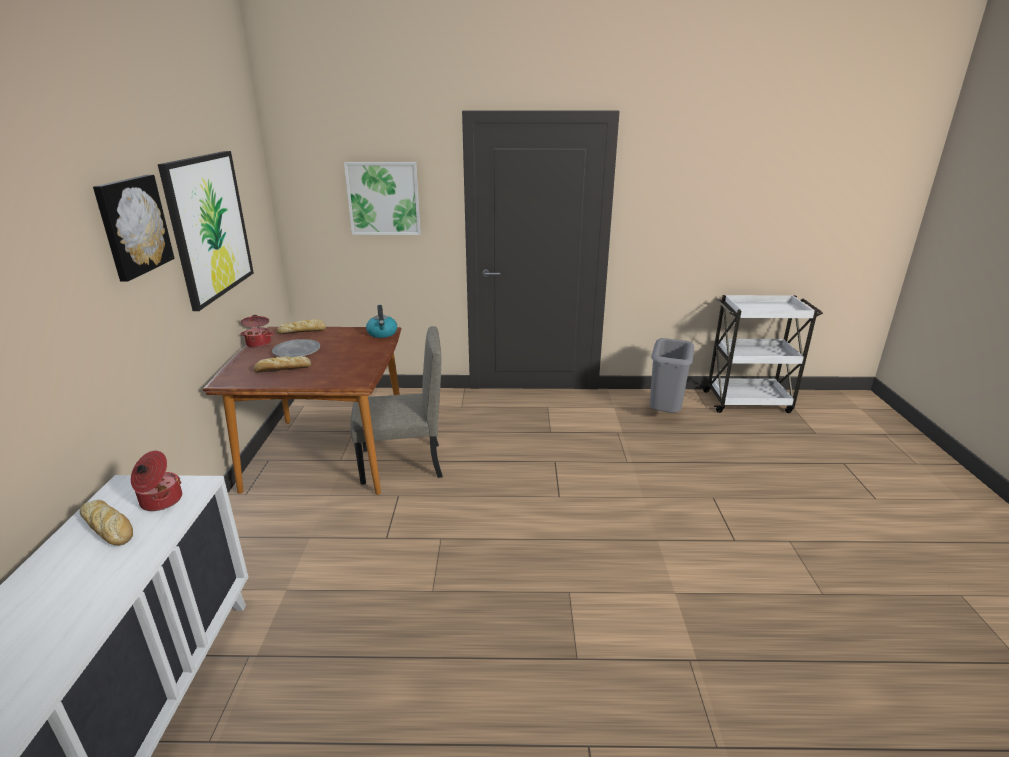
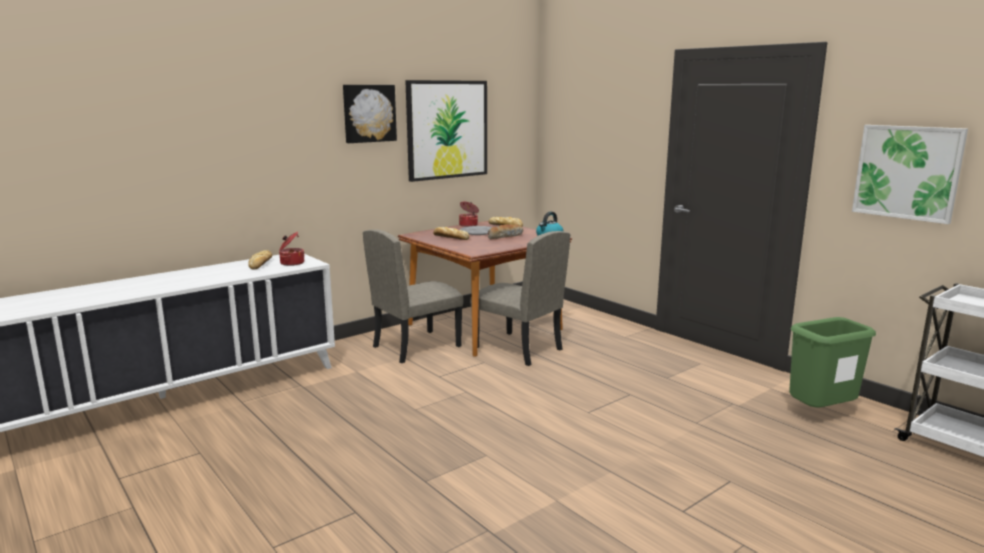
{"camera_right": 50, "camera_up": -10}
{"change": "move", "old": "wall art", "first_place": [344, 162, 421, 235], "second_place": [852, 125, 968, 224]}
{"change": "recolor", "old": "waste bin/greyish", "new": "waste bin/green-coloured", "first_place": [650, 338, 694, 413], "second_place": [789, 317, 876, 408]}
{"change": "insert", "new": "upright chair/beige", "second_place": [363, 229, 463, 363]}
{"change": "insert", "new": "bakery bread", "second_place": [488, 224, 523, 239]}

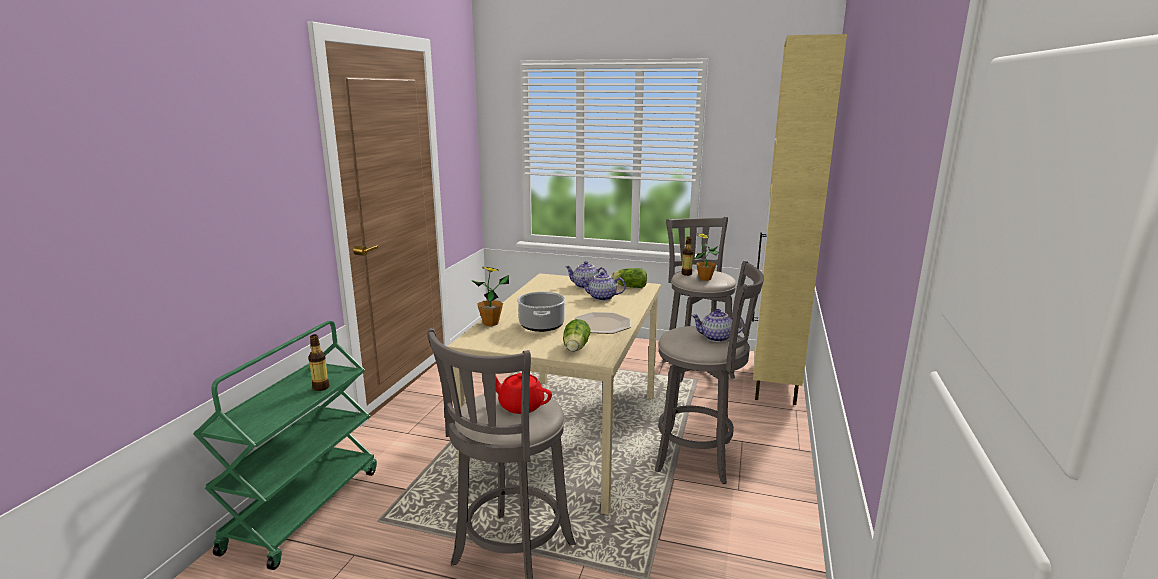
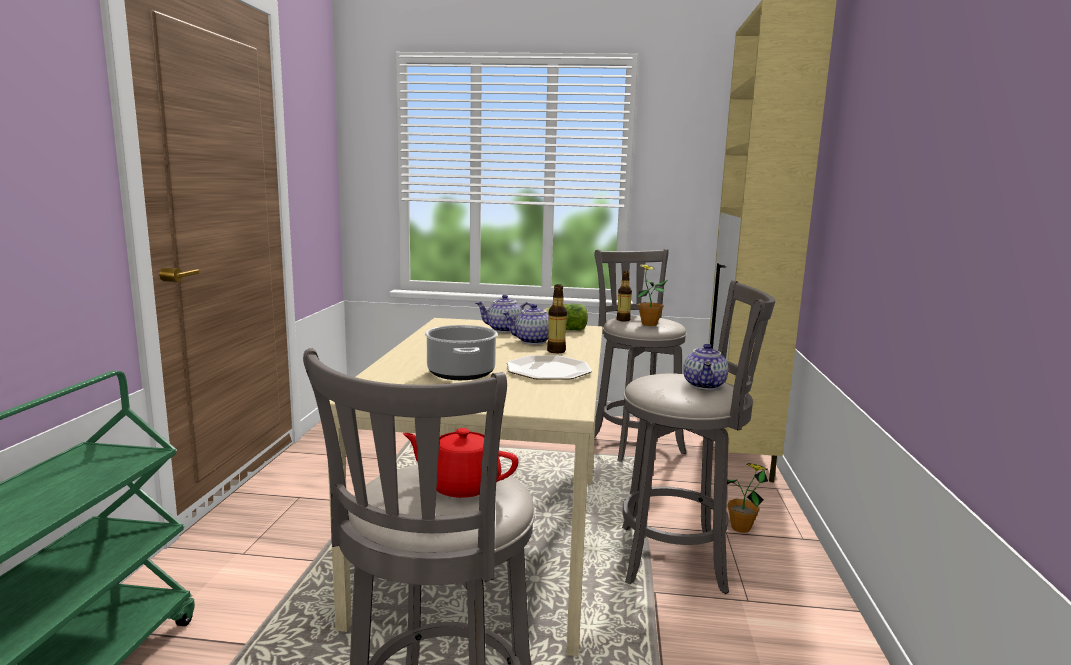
{"camera_right": -10, "camera_up": -5}
{"change": "move", "old": "drink bottle", "first_place": [308, 334, 330, 391], "second_place": [547, 284, 567, 353]}
{"change": "move", "old": "potted plant", "first_place": [472, 267, 509, 326], "second_place": [727, 463, 768, 533]}
{"change": "delete", "old": "lettuce", "first_place": [563, 319, 591, 352]}
{"change": "rotate", "old": "tea pot", "first_place": [691, 309, 744, 342], "second_place": [683, 344, 728, 390], "degrees": -75}

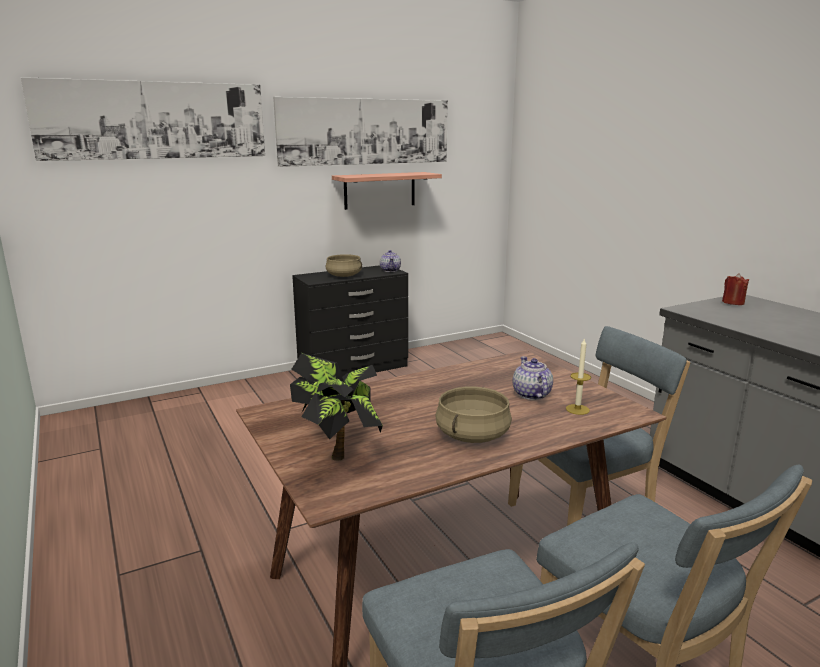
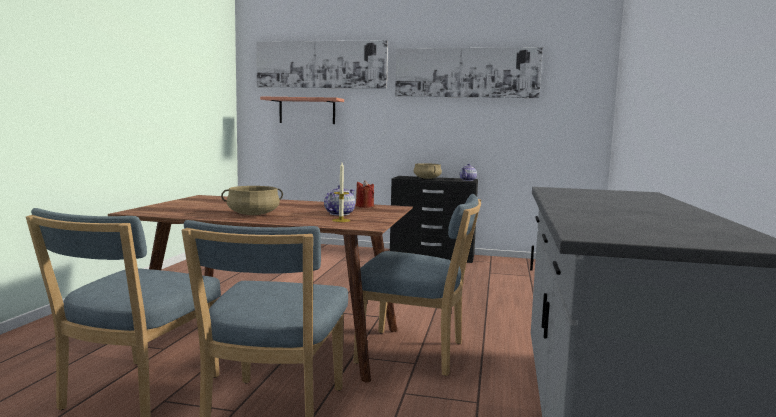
{"camera_right": 40, "camera_up": -10}
{"change": "delete", "old": "potted plant", "first_place": [290, 353, 383, 461]}
{"change": "move", "old": "shelf", "first_place": [332, 172, 442, 210], "second_place": [260, 96, 344, 124]}
{"change": "move", "old": "wax light/red-coloured", "first_place": [722, 273, 749, 305], "second_place": [356, 180, 374, 208]}

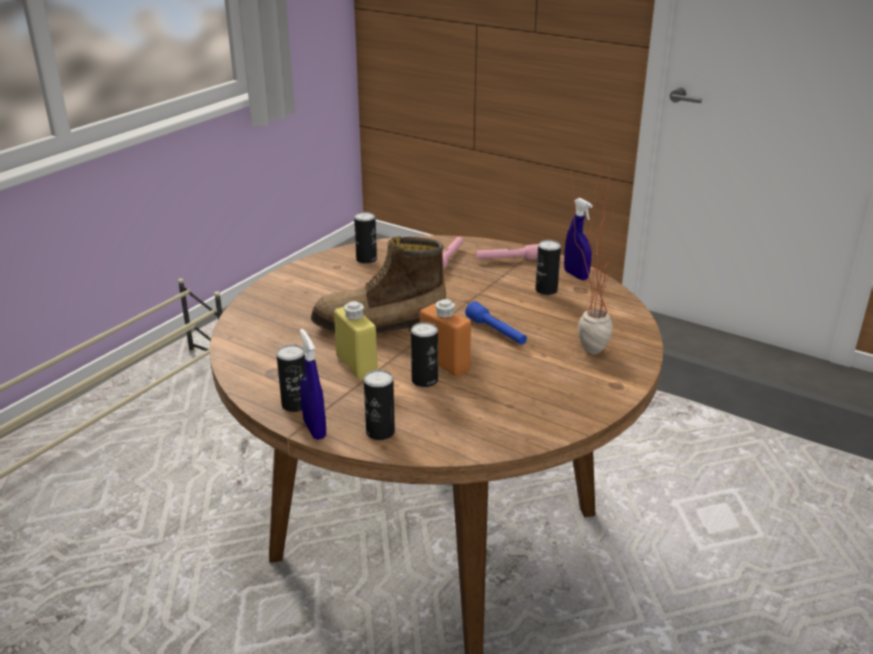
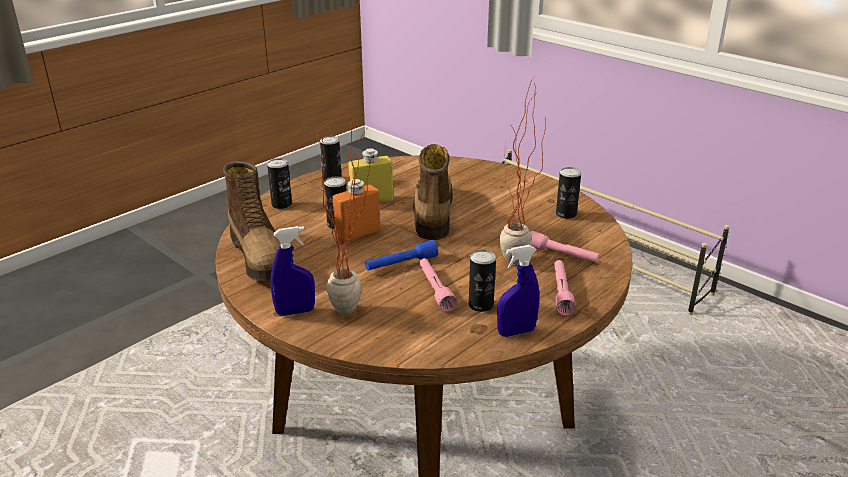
{"camera_right": 100, "camera_up": 0}
{"change": "move", "old": "spray bottle/bluish", "first_place": [300, 329, 326, 440], "second_place": [271, 226, 315, 316]}
{"change": "insert", "new": "high-top boot", "second_place": [223, 161, 281, 281]}
{"change": "insert", "new": "flashlight/pink-coloured", "second_place": [419, 258, 457, 312]}
{"change": "insert", "new": "potted plant", "second_place": [500, 77, 546, 264]}

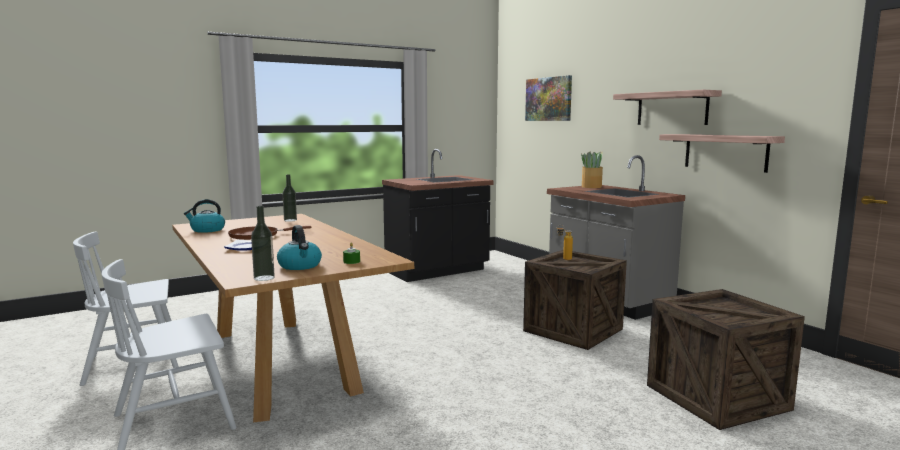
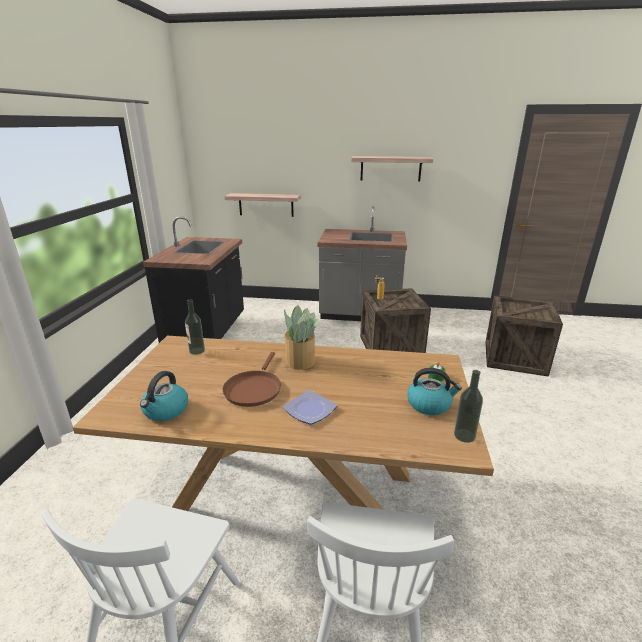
{"camera_right": -50, "camera_up": 15}
{"change": "delete", "old": "wall art", "first_place": [525, 75, 572, 121]}
{"change": "move", "old": "potted plant", "first_place": [581, 151, 603, 188], "second_place": [284, 305, 318, 370]}
{"change": "move", "old": "shelf", "first_place": [659, 134, 785, 173], "second_place": [224, 193, 301, 217]}

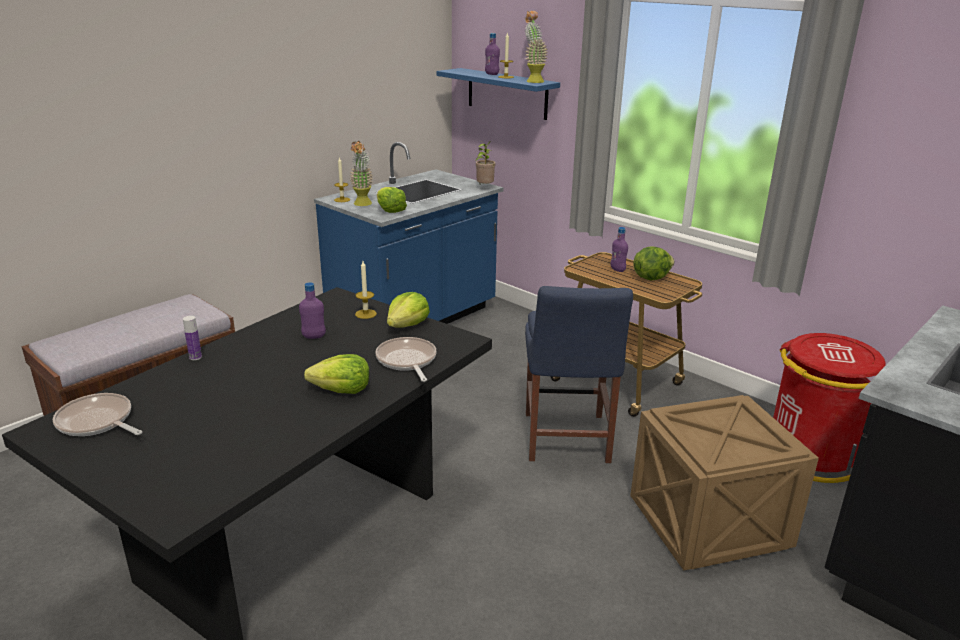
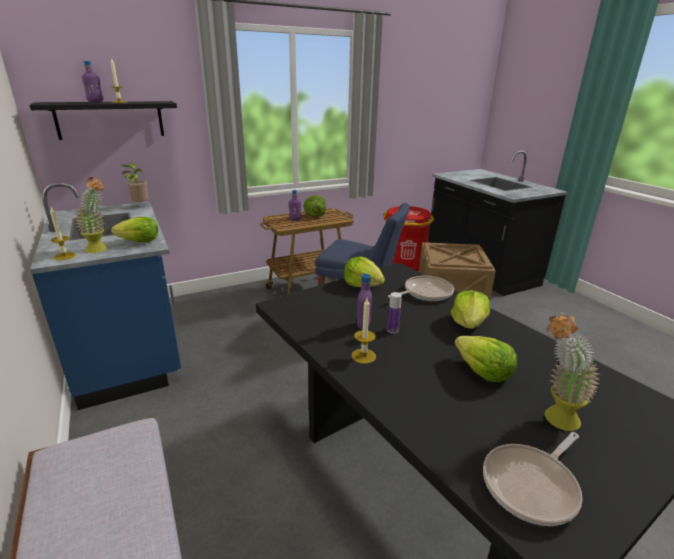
{"camera_right": -70, "camera_up": 0}
{"change": "move", "old": "drink bottle", "first_place": [183, 316, 202, 360], "second_place": [387, 292, 402, 334]}
{"change": "move", "old": "wax light", "first_place": [355, 261, 377, 319], "second_place": [352, 298, 376, 364]}
{"change": "rotate", "old": "pan", "first_place": [375, 337, 436, 382], "second_place": [388, 276, 454, 301], "degrees": 150}
{"change": "recolor", "old": "shelf/bluish", "new": "shelf/blackish", "first_place": [436, 68, 560, 120], "second_place": [29, 101, 177, 140]}
{"change": "move", "old": "potted plant", "first_place": [525, 11, 548, 83], "second_place": [544, 313, 601, 431]}
{"change": "insert", "new": "lettuce", "second_place": [455, 336, 517, 382]}

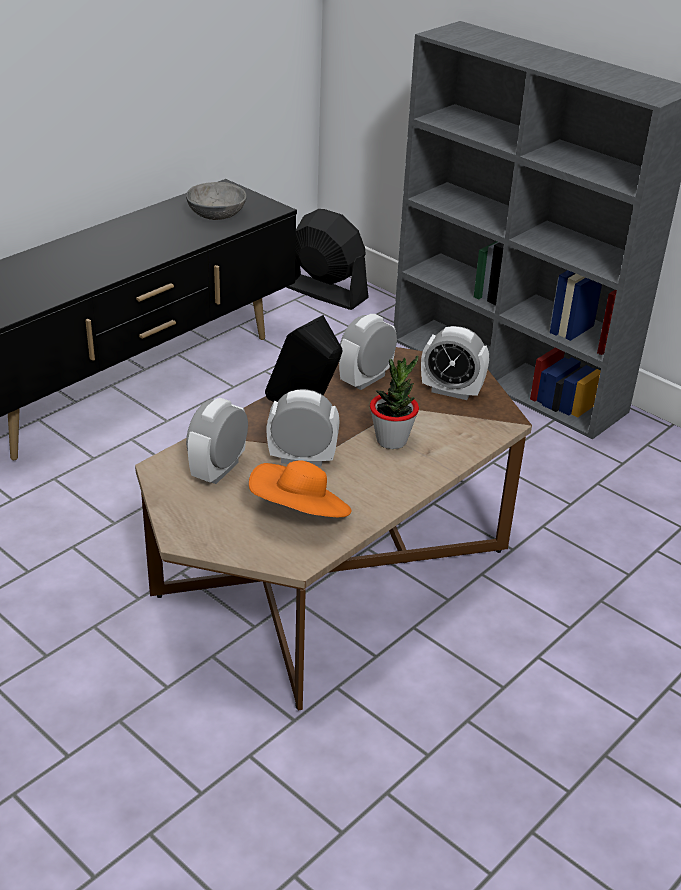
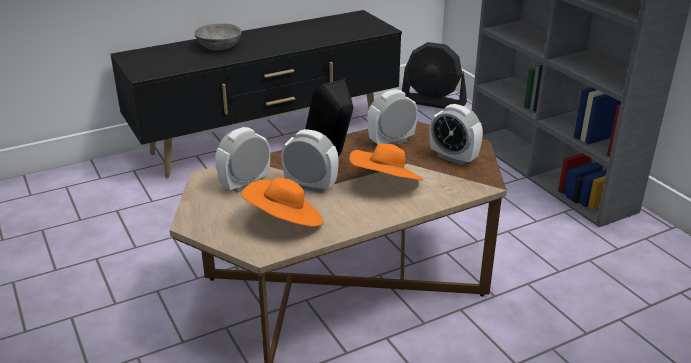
{"camera_right": 20, "camera_up": -5}
{"change": "move", "old": "deep dish/greyish", "first_place": [186, 182, 247, 220], "second_place": [195, 23, 242, 50]}
{"change": "rotate", "old": "cooling fan/blackish", "first_place": [286, 209, 369, 310], "second_place": [402, 42, 467, 109], "degrees": 150}
{"change": "replace", "old": "potted plant", "new": "clothing hat/orange-coloured", "first_place": [370, 355, 419, 449], "second_place": [349, 144, 423, 181]}

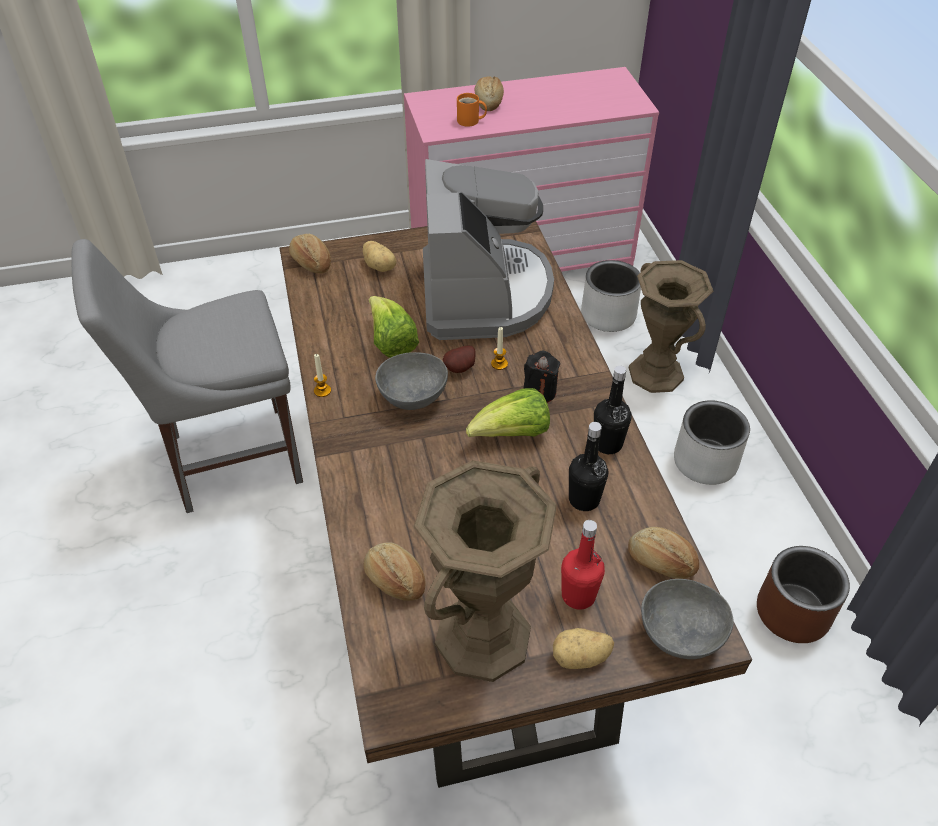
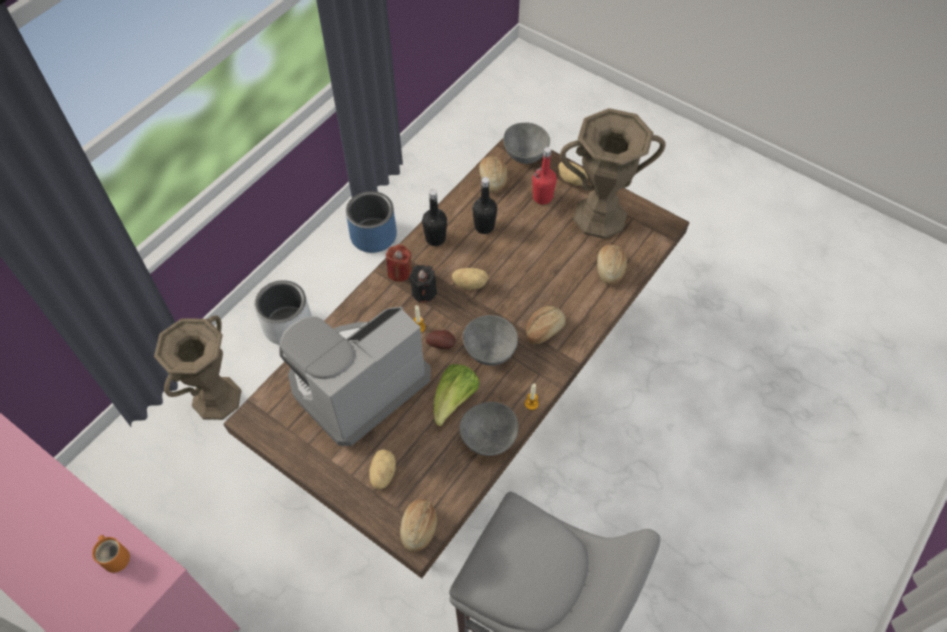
{"camera_right": -130, "camera_up": 10}
{"change": "replace", "old": "lettuce", "new": "whole potato", "first_place": [466, 388, 550, 437], "second_place": [452, 268, 488, 290]}
{"change": "move", "old": "bakery bread", "first_place": [475, 76, 504, 111], "second_place": [526, 306, 566, 344]}
{"change": "delete", "old": "planter/greyish", "first_place": [581, 260, 641, 332]}
{"change": "recolor", "old": "planter/brown-coloured", "new": "planter/bluish", "first_place": [757, 546, 850, 643], "second_place": [346, 191, 397, 253]}
{"change": "insert", "new": "wax light/red-coloured", "second_place": [386, 244, 412, 282]}
{"change": "insert", "new": "deep dish/greyish", "second_place": [460, 402, 518, 456]}

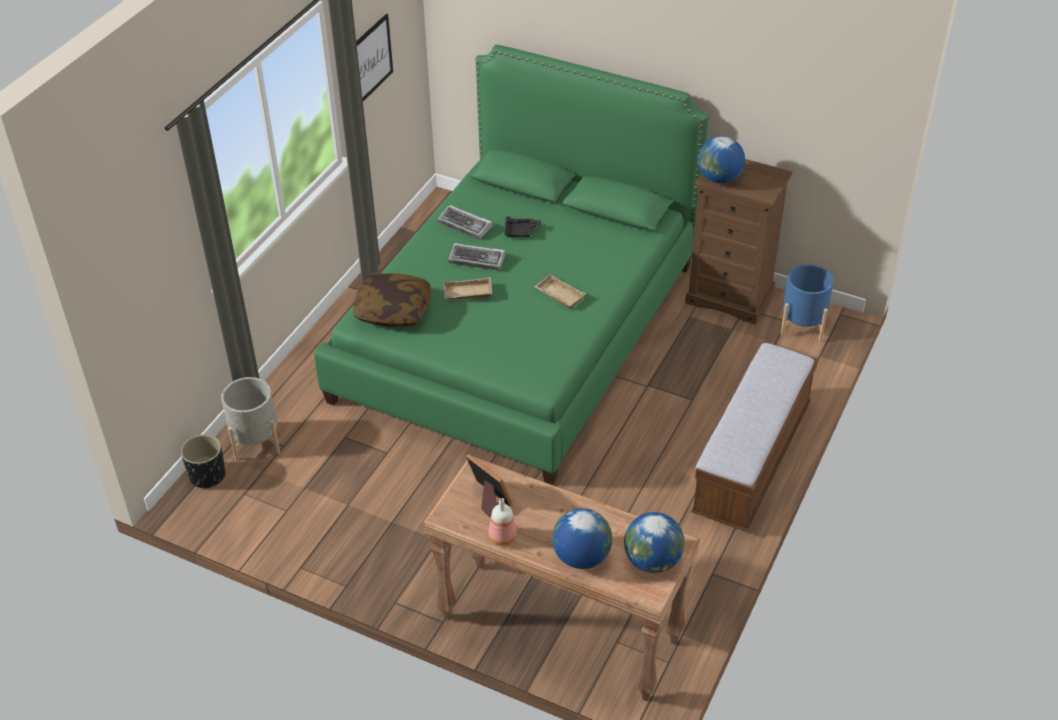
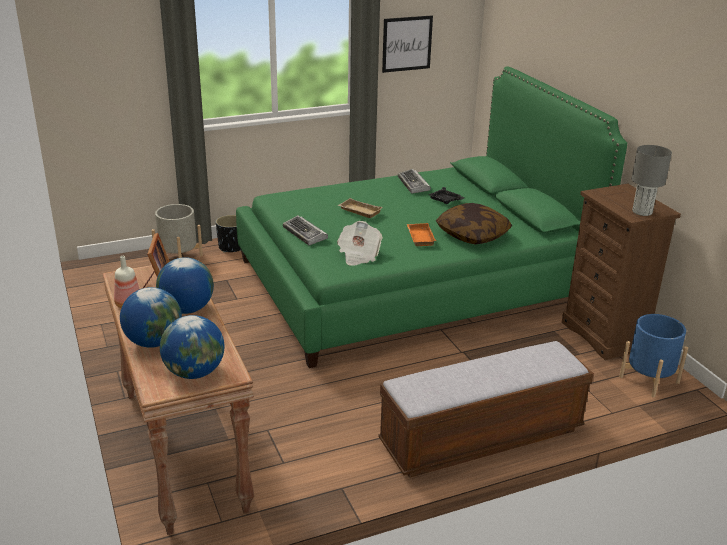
{"camera_right": 40, "camera_up": -15}
{"change": "move", "old": "planter/blackish", "first_place": [181, 434, 226, 489], "second_place": [216, 215, 241, 253]}
{"change": "move", "old": "throw pillow", "first_place": [353, 273, 431, 327], "second_place": [436, 203, 512, 244]}
{"change": "move", "old": "computer keyboard", "first_place": [448, 243, 506, 270], "second_place": [283, 215, 328, 245]}
{"change": "recolor", "old": "carrying tray/beige", "new": "carrying tray/orange-coloured", "first_place": [534, 274, 586, 308], "second_place": [407, 223, 436, 246]}
{"change": "move", "old": "desk globe", "first_place": [698, 136, 745, 183], "second_place": [156, 257, 214, 314]}
{"change": "insert", "new": "printed paper", "second_place": [337, 221, 383, 266]}
{"change": "insert", "new": "lamp for a table/greyish", "second_place": [632, 145, 672, 216]}

